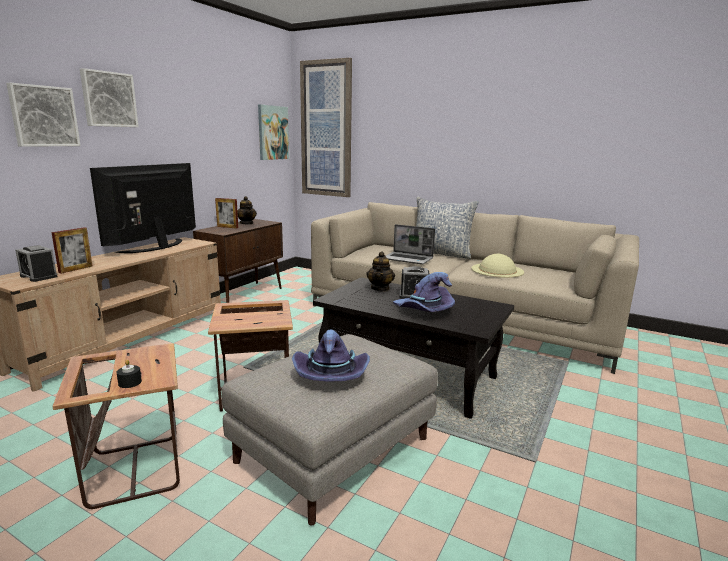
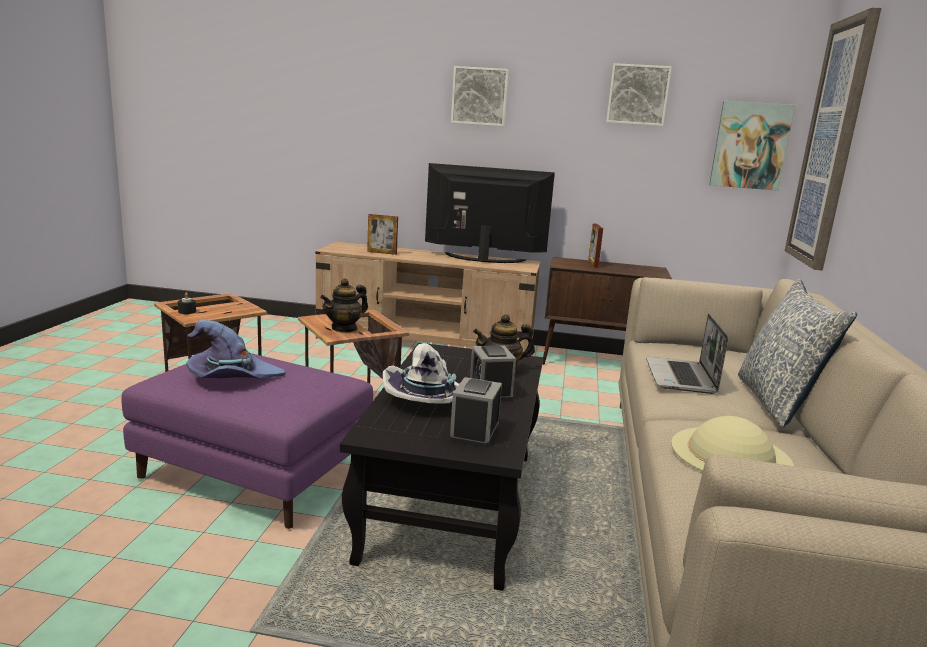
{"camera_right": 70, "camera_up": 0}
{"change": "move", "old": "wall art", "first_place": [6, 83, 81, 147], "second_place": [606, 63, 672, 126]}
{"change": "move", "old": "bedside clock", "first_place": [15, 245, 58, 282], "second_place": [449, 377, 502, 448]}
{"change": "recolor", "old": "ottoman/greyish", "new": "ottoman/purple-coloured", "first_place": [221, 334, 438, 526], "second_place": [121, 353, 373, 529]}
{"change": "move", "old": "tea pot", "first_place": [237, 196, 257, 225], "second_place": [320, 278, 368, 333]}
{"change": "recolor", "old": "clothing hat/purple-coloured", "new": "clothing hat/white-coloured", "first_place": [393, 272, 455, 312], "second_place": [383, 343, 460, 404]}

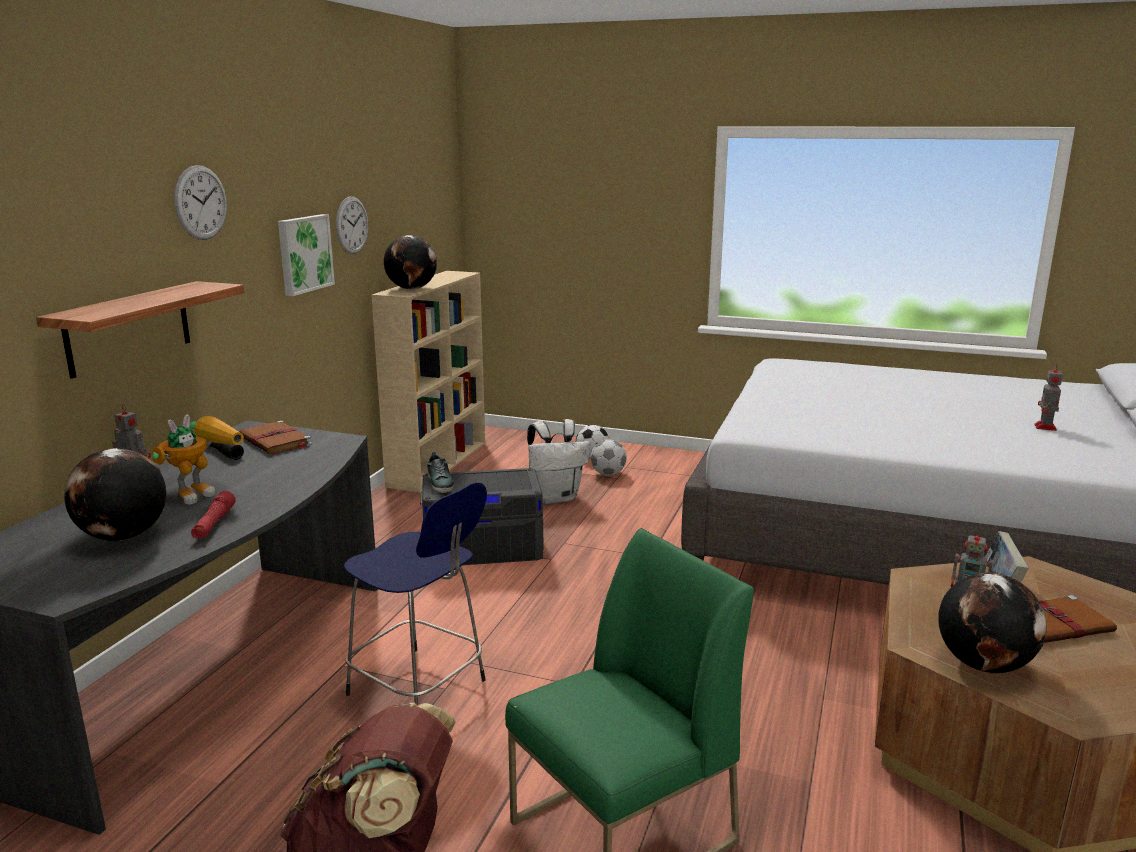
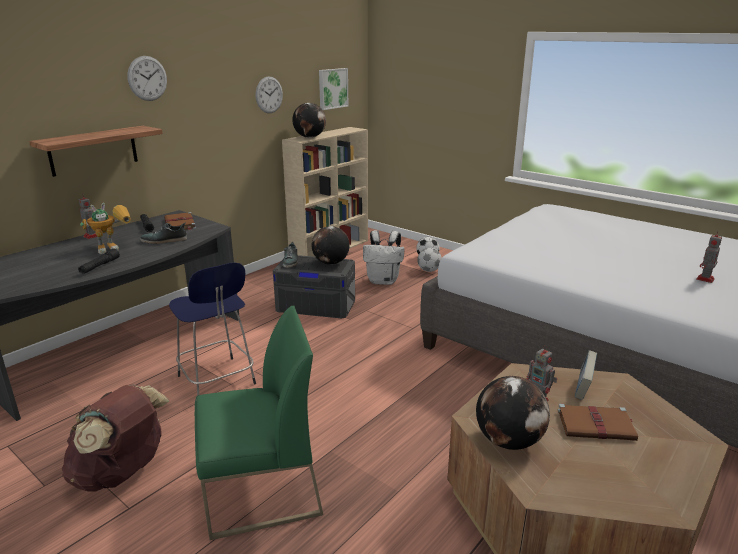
{"camera_right": 20, "camera_up": 5}
{"change": "move", "old": "desk globe", "first_place": [64, 448, 166, 541], "second_place": [312, 226, 350, 265]}
{"change": "recolor", "old": "flashlight/red-coloured", "new": "flashlight/blackish", "first_place": [191, 491, 236, 539], "second_place": [78, 249, 120, 274]}
{"change": "move", "old": "wall art", "first_place": [278, 214, 335, 296], "second_place": [319, 68, 348, 110]}
{"change": "insert", "new": "shoe", "second_place": [140, 223, 187, 244]}

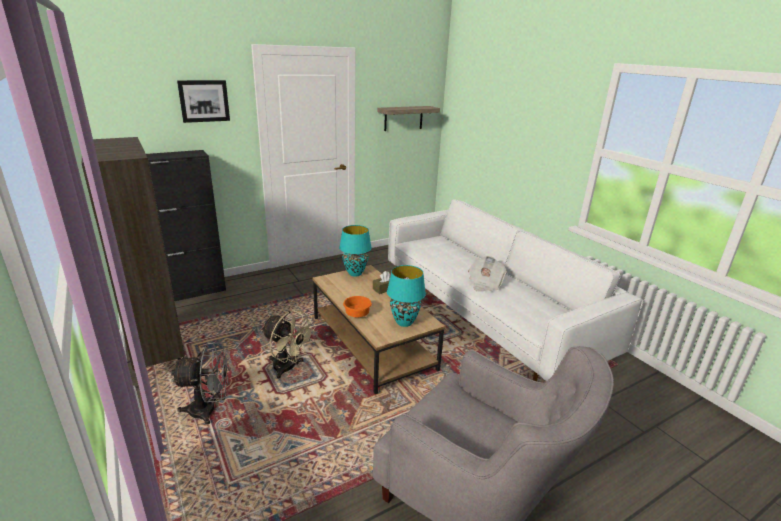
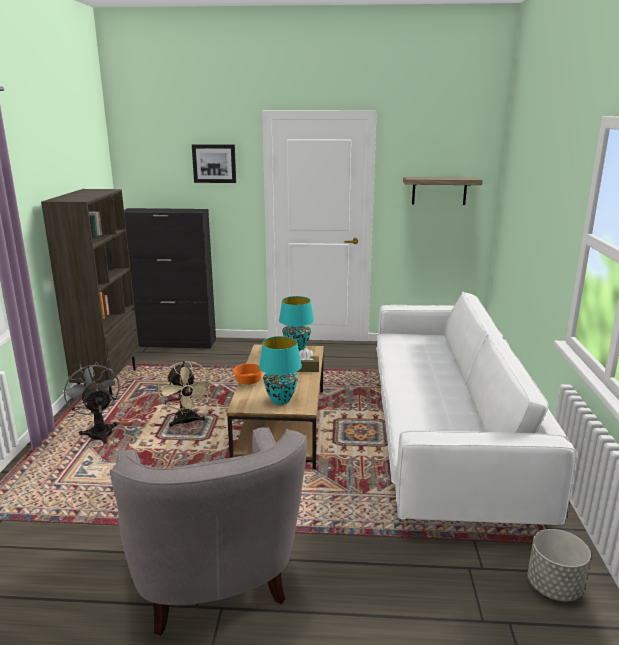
{"camera_right": 35, "camera_up": -5}
{"change": "rotate", "old": "cooling fan/greyish", "first_place": [171, 341, 231, 425], "second_place": [62, 363, 119, 444], "degrees": -150}
{"change": "delete", "old": "printed paper", "first_place": [468, 256, 507, 292]}
{"change": "insert", "new": "planter/greyish", "second_place": [528, 529, 591, 601]}

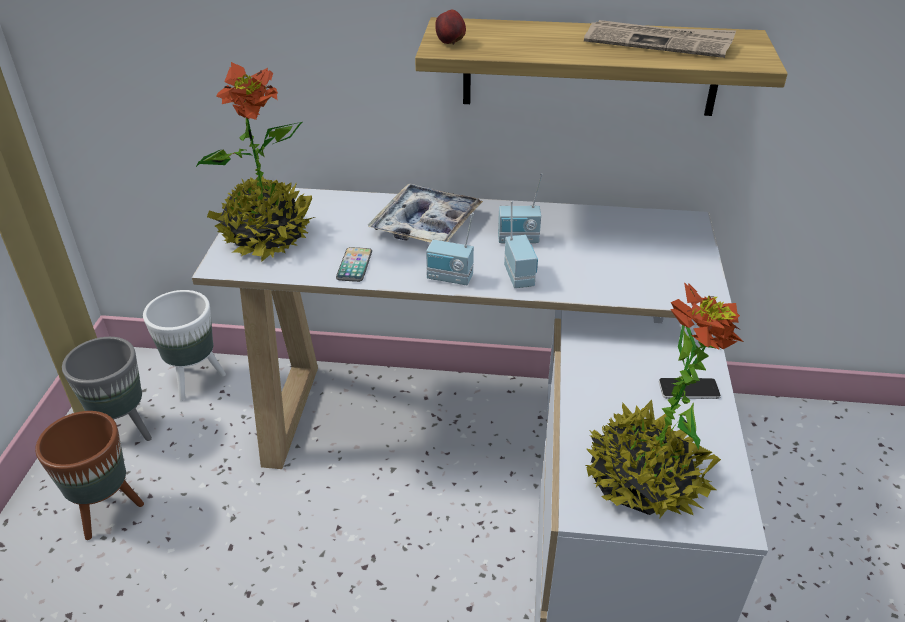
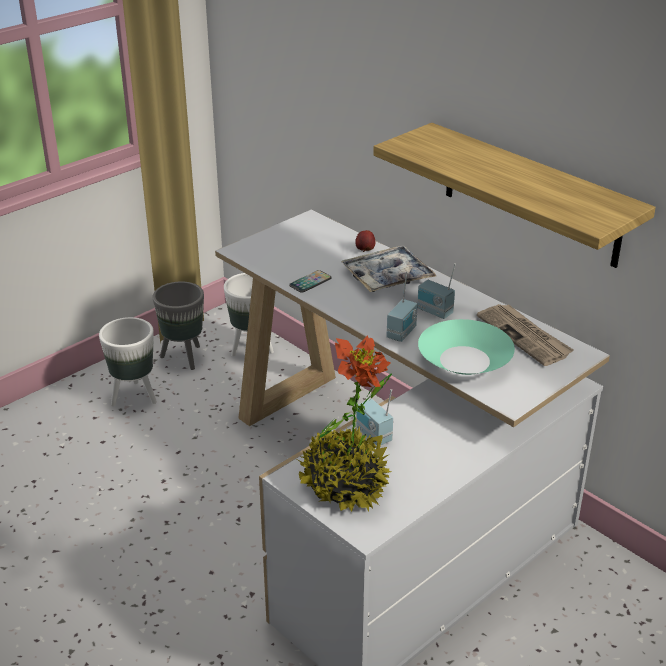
{"camera_right": 40, "camera_up": -5}
{"change": "recolor", "old": "planter/brown-coloured", "new": "planter/white-coloured", "first_place": [35, 411, 144, 540], "second_place": [99, 317, 157, 406]}
{"change": "delete", "old": "potted plant", "first_place": [196, 62, 315, 262]}
{"change": "move", "old": "radio receiver", "first_place": [426, 213, 474, 285], "second_place": [356, 389, 393, 446]}
{"change": "move", "old": "whole apple", "first_place": [435, 10, 466, 45], "second_place": [355, 230, 375, 252]}
{"change": "move", "old": "printed paper", "first_place": [584, 20, 736, 58], "second_place": [477, 304, 574, 366]}
{"change": "delete", "old": "phone", "first_place": [659, 378, 721, 399]}
{"change": "insert", "new": "deep dish/blue-green", "second_place": [418, 319, 515, 375]}

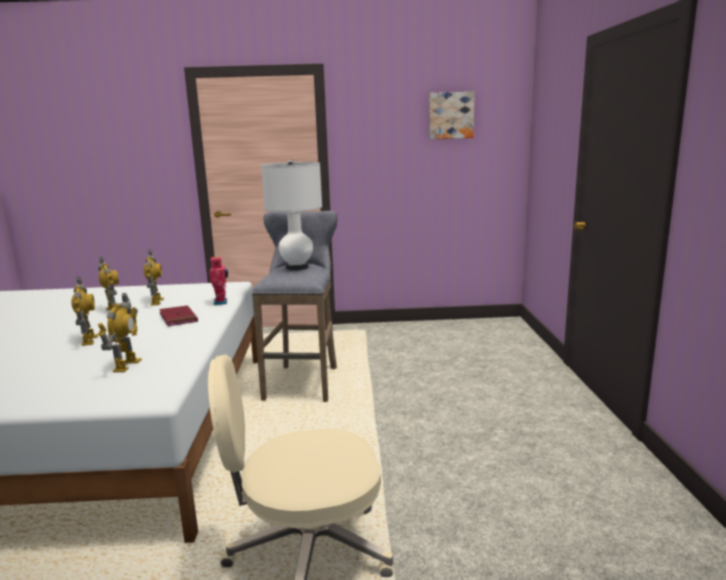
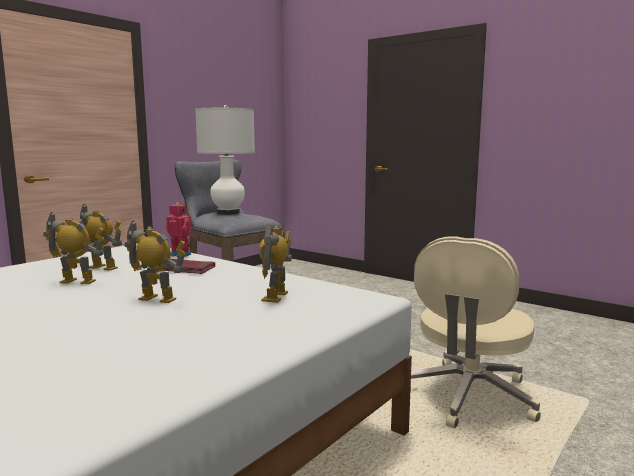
{"camera_right": -50, "camera_up": -5}
{"change": "rotate", "old": "robot figure", "first_place": [98, 293, 142, 372], "second_place": [259, 224, 292, 303], "degrees": -120}
{"change": "delete", "old": "wall art", "first_place": [429, 92, 475, 139]}

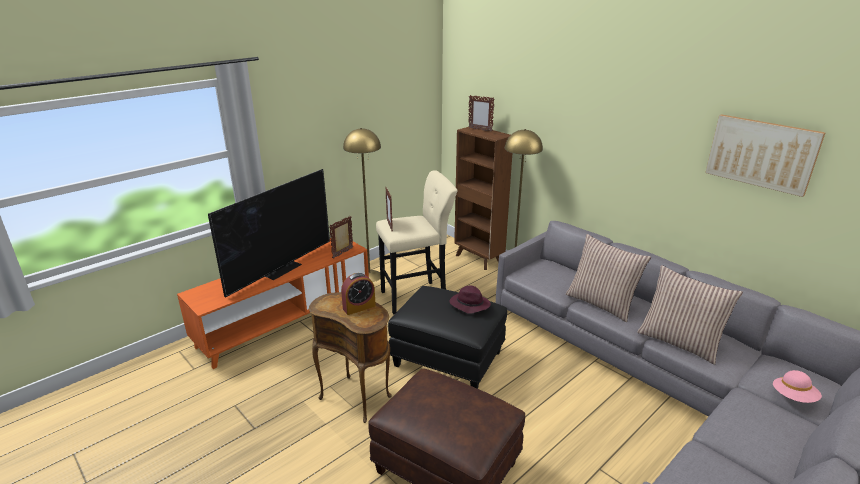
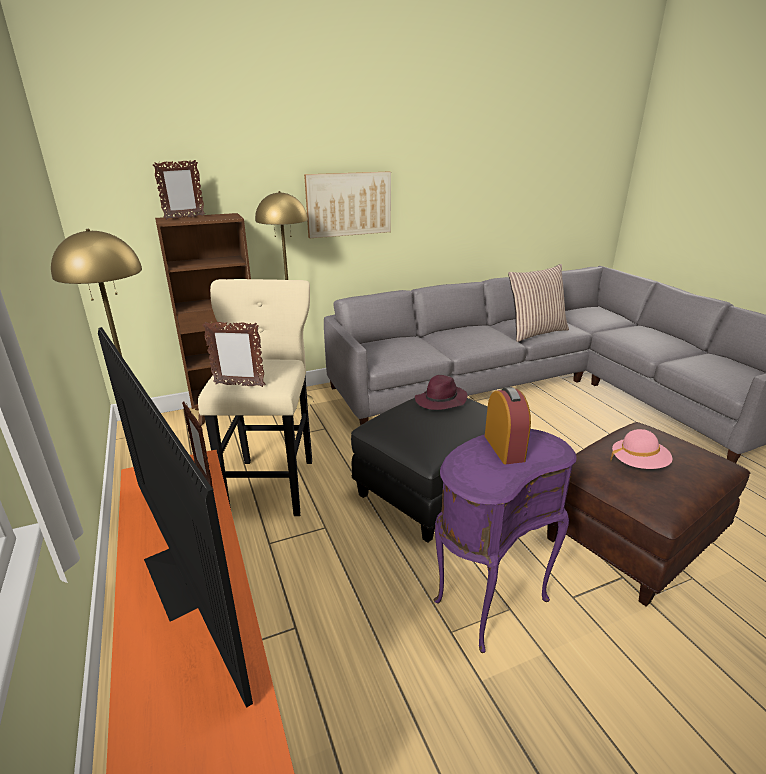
{"camera_right": -70, "camera_up": 0}
{"change": "recolor", "old": "accent table/brown-coloured", "new": "accent table/purple-coloured", "first_place": [309, 292, 392, 423], "second_place": [434, 429, 577, 653]}
{"change": "delete", "old": "throw pillow", "first_place": [566, 234, 651, 322]}
{"change": "move", "old": "wall art", "first_place": [705, 114, 826, 197], "second_place": [304, 172, 391, 238]}
{"change": "move", "old": "clothing hat/pink-coloured", "first_place": [773, 370, 822, 403], "second_place": [610, 429, 673, 469]}

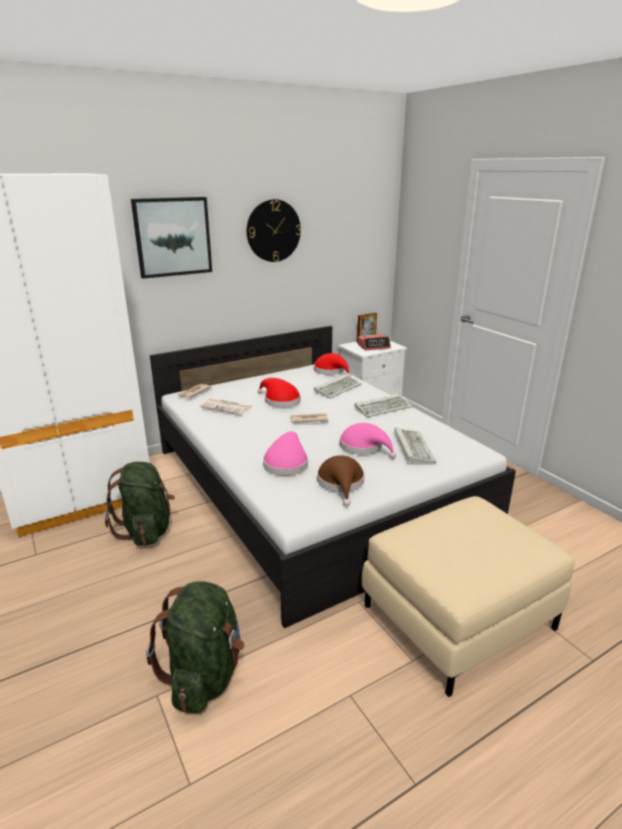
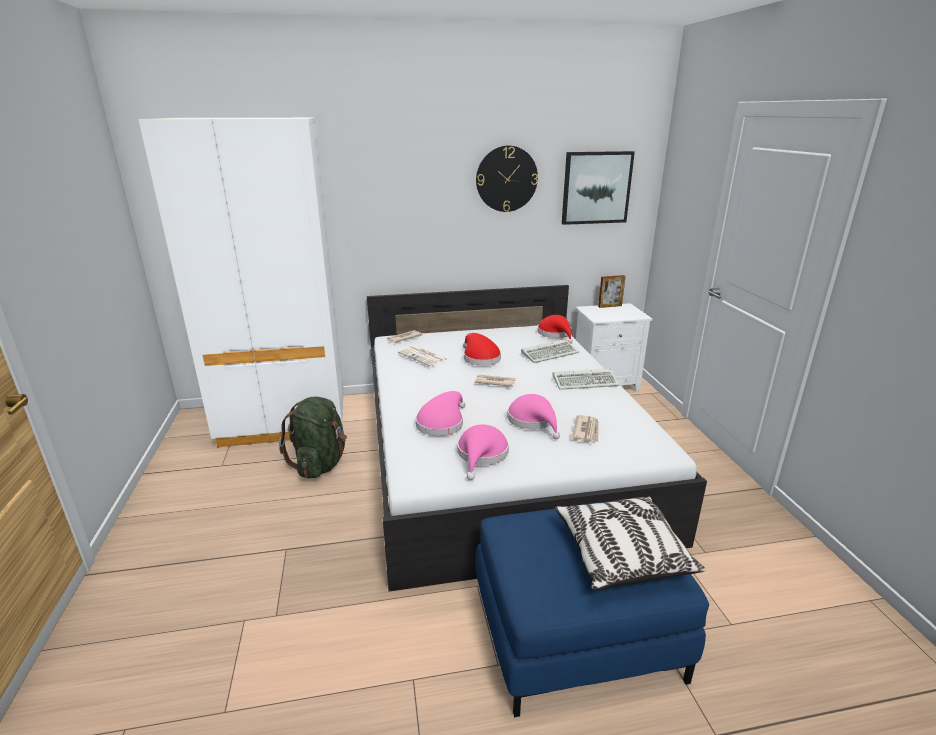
{"camera_right": 20, "camera_up": 0}
{"change": "move", "old": "wall art", "first_place": [131, 197, 212, 279], "second_place": [562, 151, 635, 225]}
{"change": "delete", "old": "knapsack/green-coloured", "first_place": [146, 581, 245, 713]}
{"change": "recolor", "old": "clothing hat/brown-coloured", "new": "clothing hat/pink-coloured", "first_place": [317, 455, 365, 506], "second_place": [457, 424, 509, 480]}
{"change": "delete", "old": "bedside clock", "first_place": [358, 334, 391, 351]}
{"change": "recolor", "old": "ottoman/beige", "new": "ottoman/bluish", "first_place": [362, 496, 575, 697], "second_place": [475, 501, 709, 717]}
{"change": "replace", "old": "computer keyboard", "new": "printed paper", "first_place": [394, 428, 436, 464], "second_place": [572, 415, 598, 443]}
{"change": "insert", "new": "throw pillow", "second_place": [555, 496, 705, 590]}

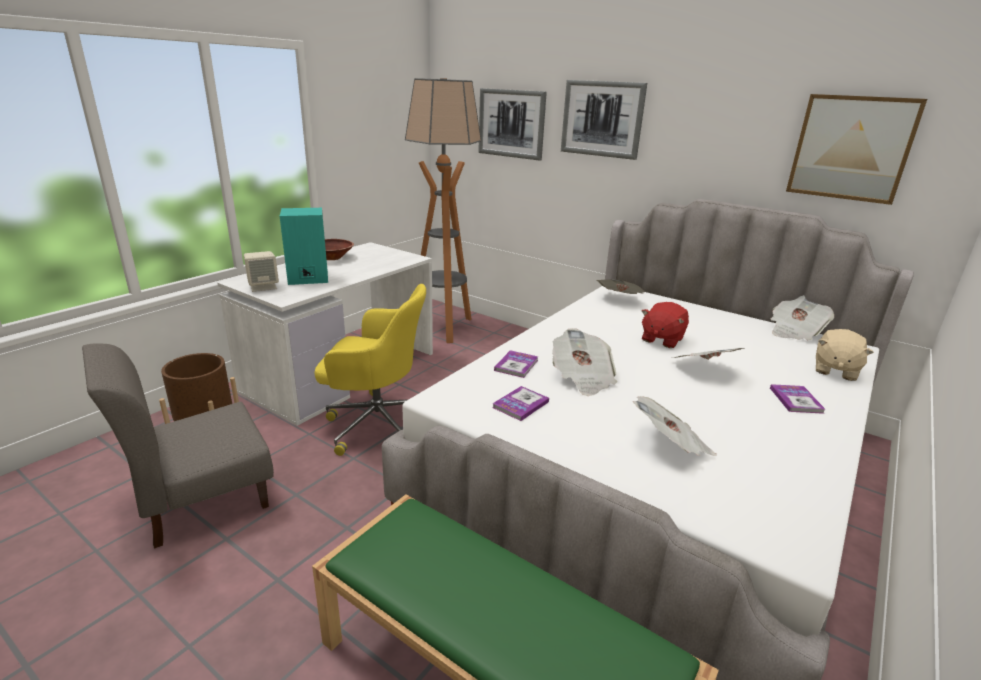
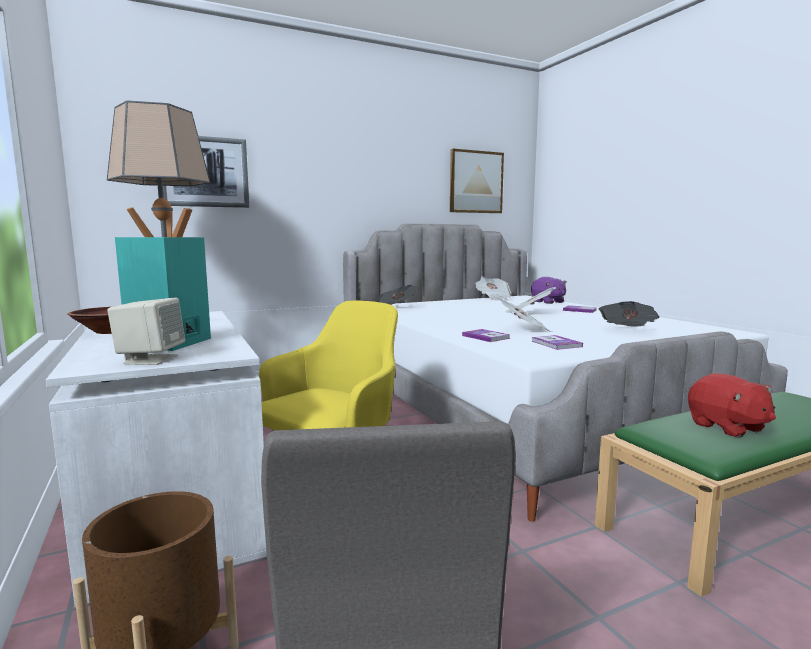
{"camera_right": -60, "camera_up": -15}
{"change": "delete", "old": "wall art", "first_place": [561, 80, 647, 160]}
{"change": "move", "old": "plush toy/red-coloured", "first_place": [642, 302, 689, 348], "second_place": [688, 373, 776, 438]}
{"change": "recolor", "old": "plush toy/beige", "new": "plush toy/purple-coloured", "first_place": [816, 329, 874, 381], "second_place": [531, 277, 567, 304]}

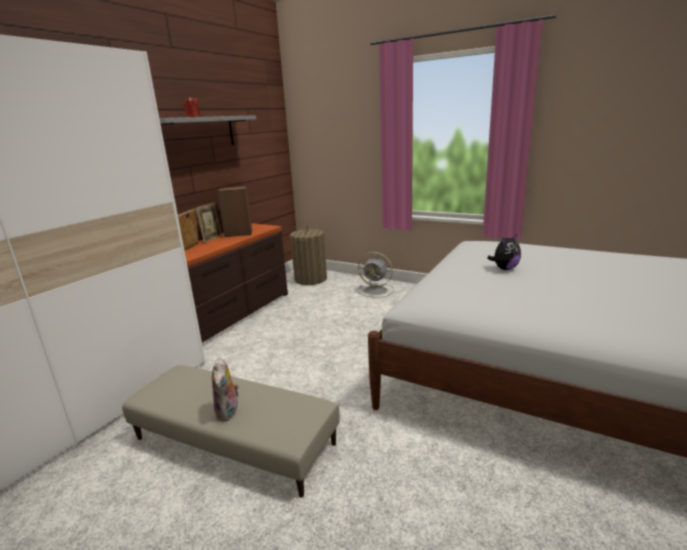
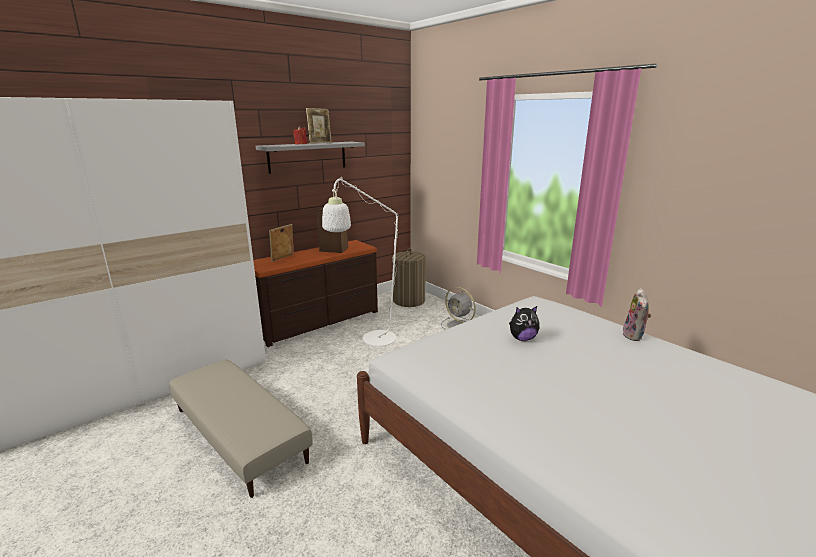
{"camera_right": 20, "camera_up": 0}
{"change": "move", "old": "photo frame", "first_place": [196, 203, 221, 243], "second_place": [306, 108, 332, 144]}
{"change": "move", "old": "plush toy", "first_place": [212, 357, 239, 421], "second_place": [622, 288, 651, 341]}
{"change": "insert", "new": "floor lamp/white-coloured", "second_place": [322, 177, 435, 346]}

